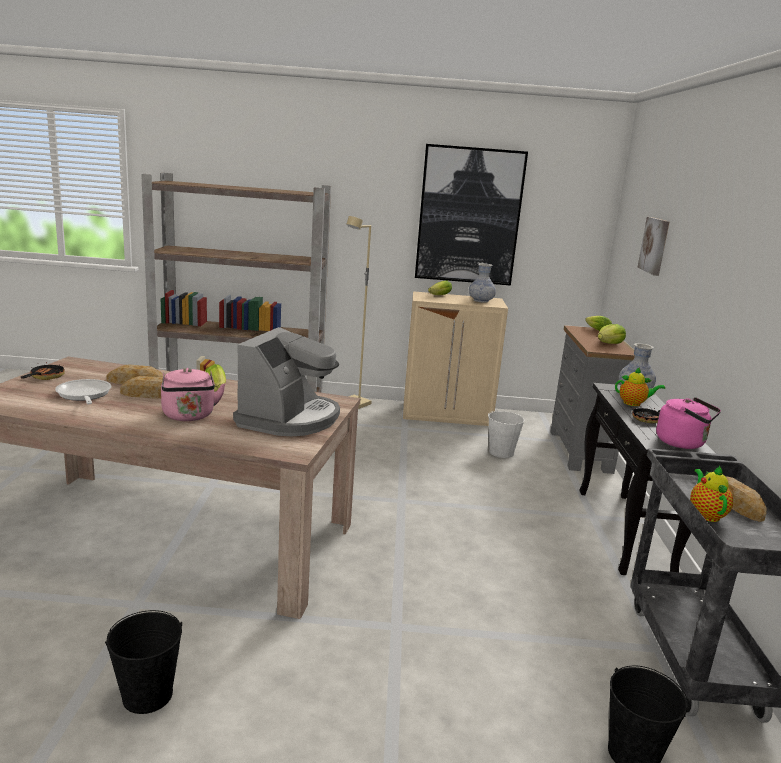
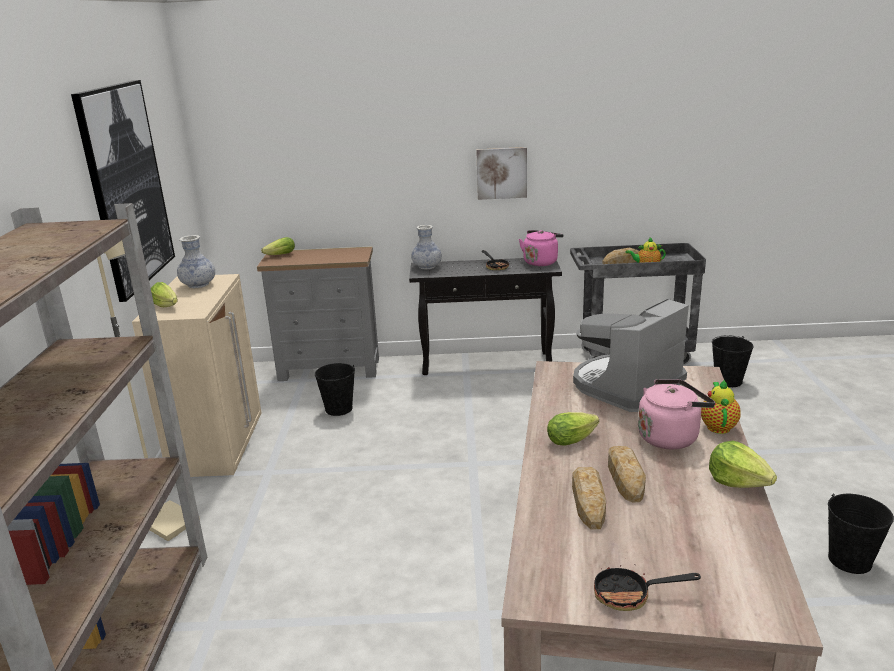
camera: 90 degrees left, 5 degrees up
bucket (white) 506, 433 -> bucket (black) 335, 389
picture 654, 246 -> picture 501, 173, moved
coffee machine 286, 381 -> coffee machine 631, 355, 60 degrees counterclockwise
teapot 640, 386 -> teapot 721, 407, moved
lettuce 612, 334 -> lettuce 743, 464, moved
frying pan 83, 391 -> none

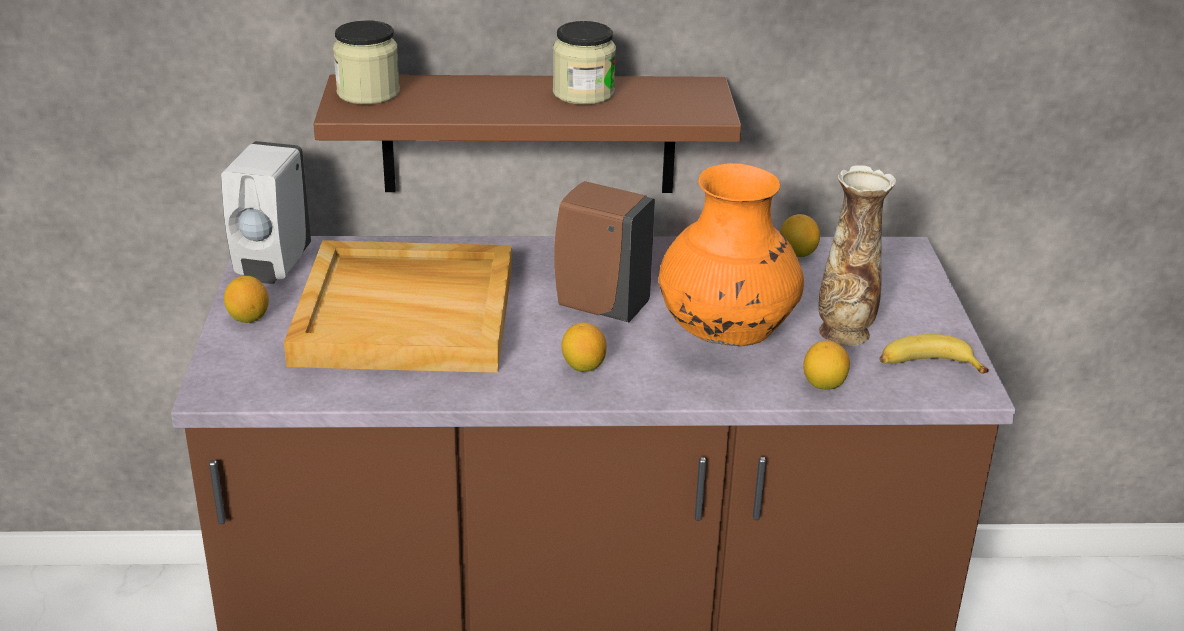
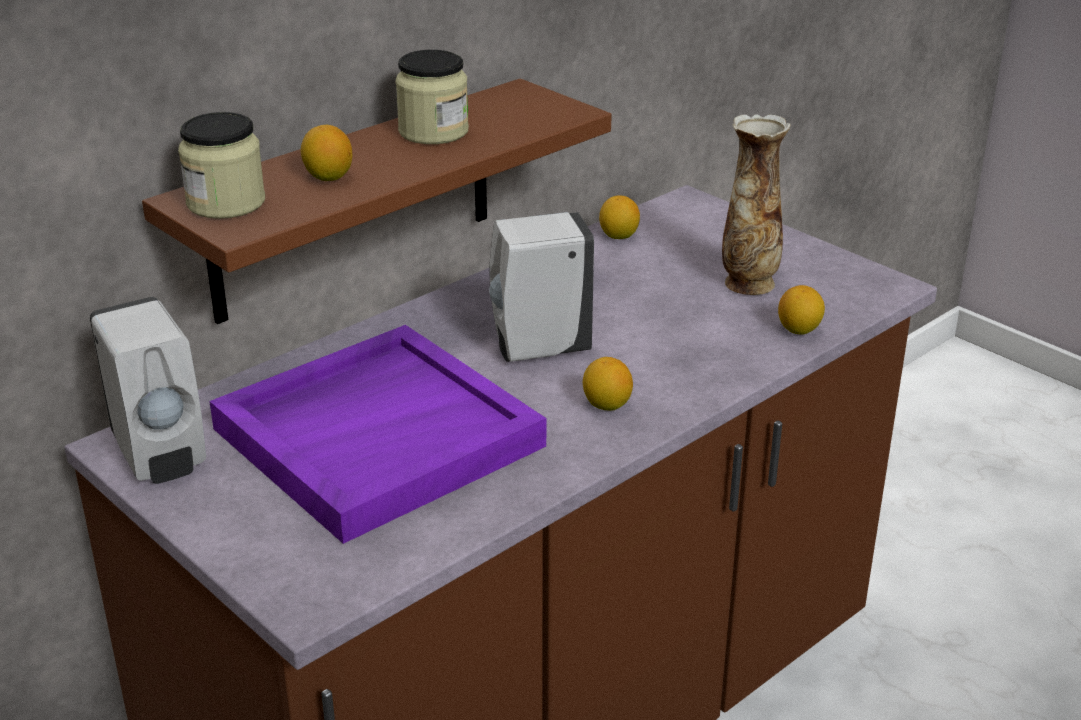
camera: 40 degrees left, 0 degrees up
tray (beige) 398, 306 -> tray (purple) 377, 434
lemon 246, 299 -> lemon 326, 153, moved
soap dispenser (brown) 604, 251 -> soap dispenser (white) 541, 287
vase (orange) 731, 254 -> none
banana 934, 354 -> none

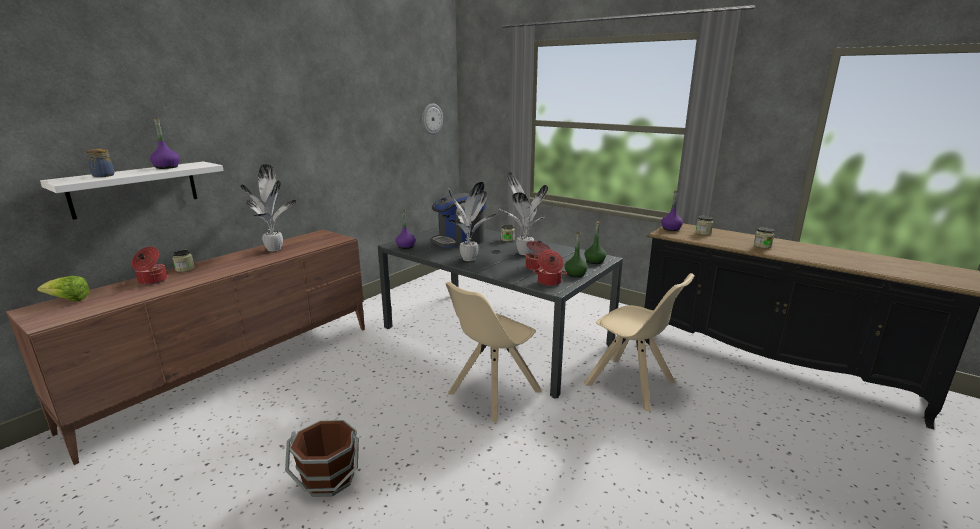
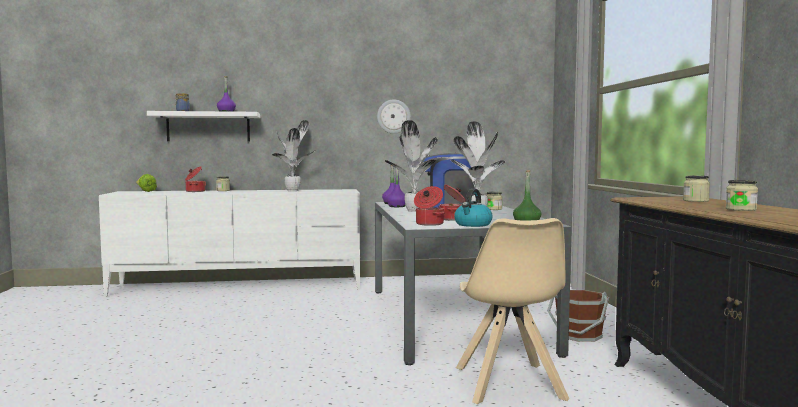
camera: 45 degrees right, 15 degrees down
cabinet (brown) 185, 347 -> cabinet (white) 229, 243
wall clock 432, 119 -> wall clock 394, 116, moved
bottle (purple) 672, 211 -> bottle (purple) 396, 187, moved
bottle (green) 576, 254 -> kettle 473, 208
bucket (brown) 322, 458 -> bucket (brown) 578, 316, moved
chair (beige) 494, 351 -> none

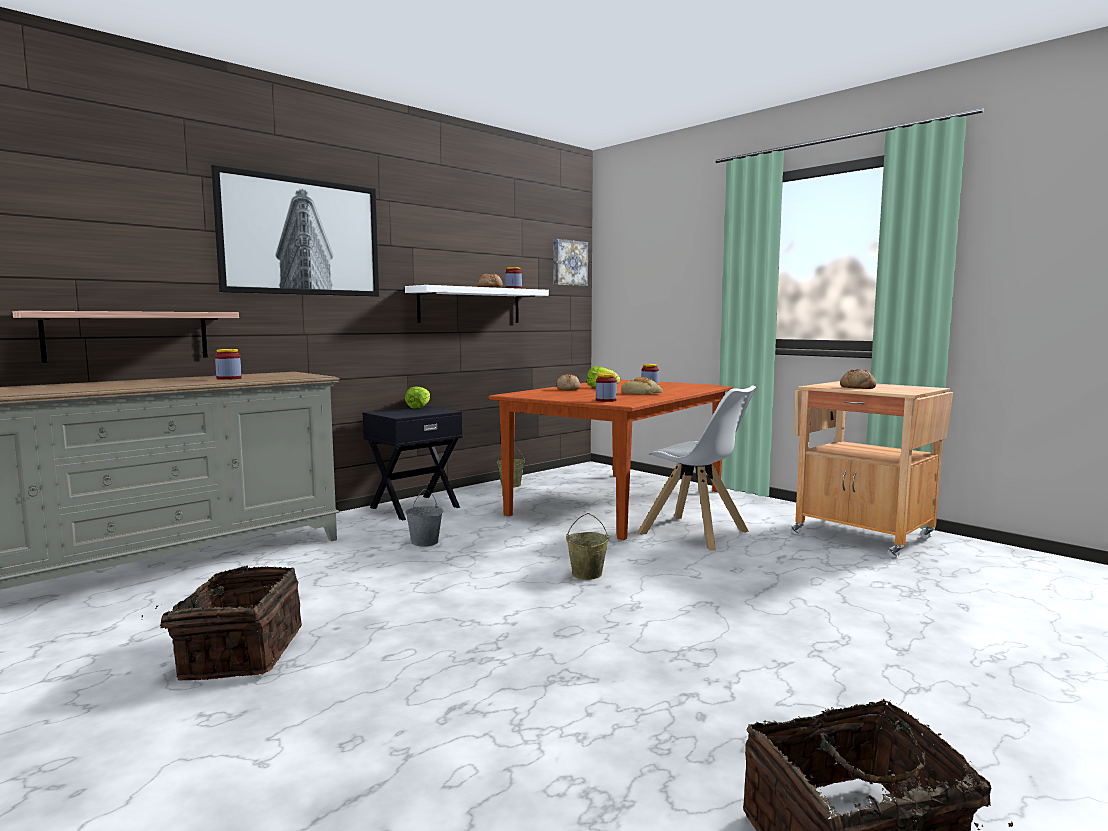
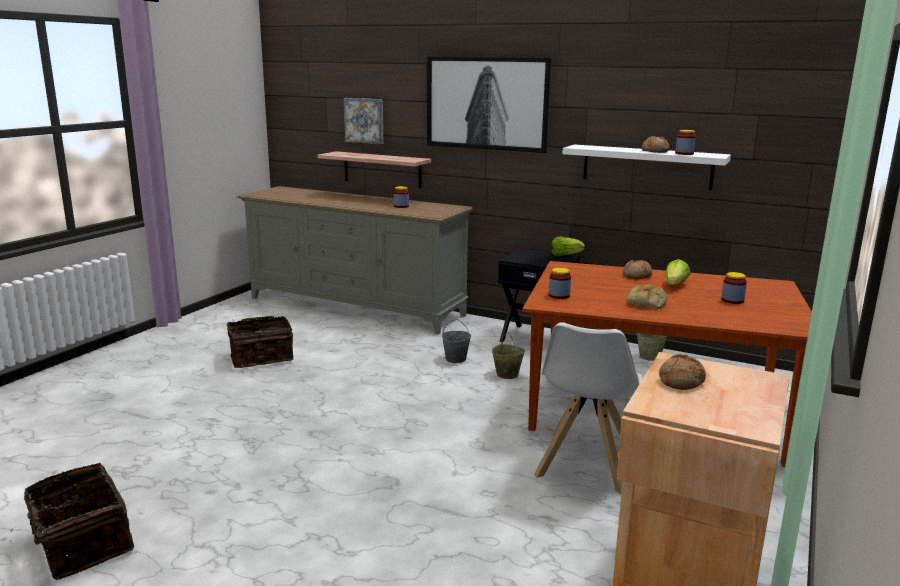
camera: 70 degrees right, 10 degrees up
picture 571, 262 -> picture 363, 121, moved
bucket (beige) 587, 546 -> bucket (beige) 508, 356, moved

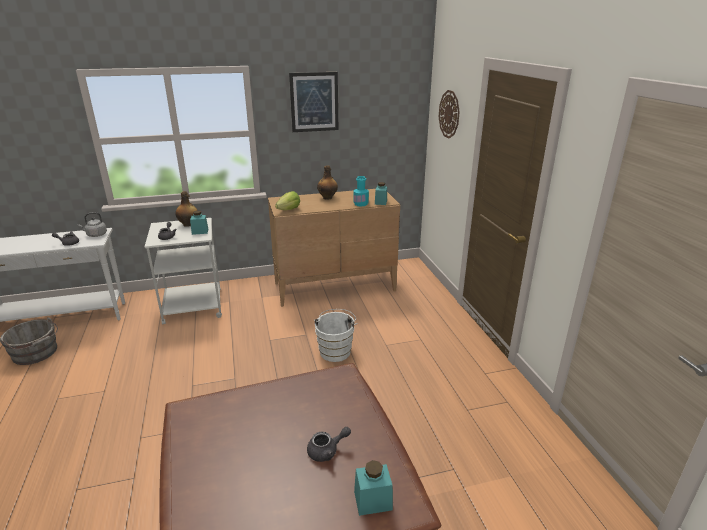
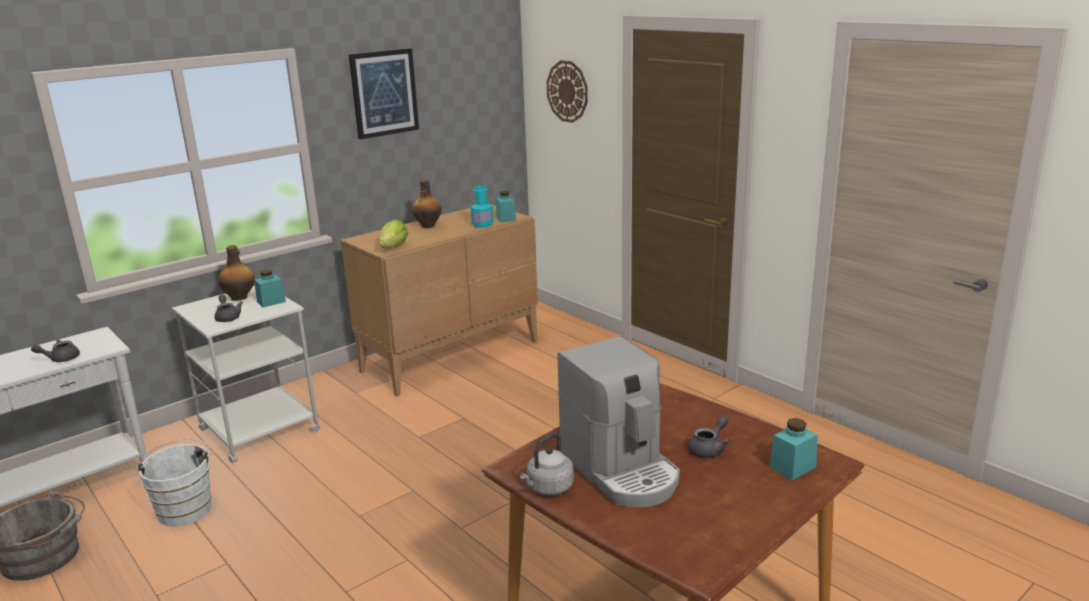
camera: 25 degrees left, 5 degrees down
bucket (white) 335, 335 -> bucket (white) 174, 482, moved
kettle (grey) 92, 224 -> kettle (grey) 547, 464, moved
none -> coffee machine 619, 422

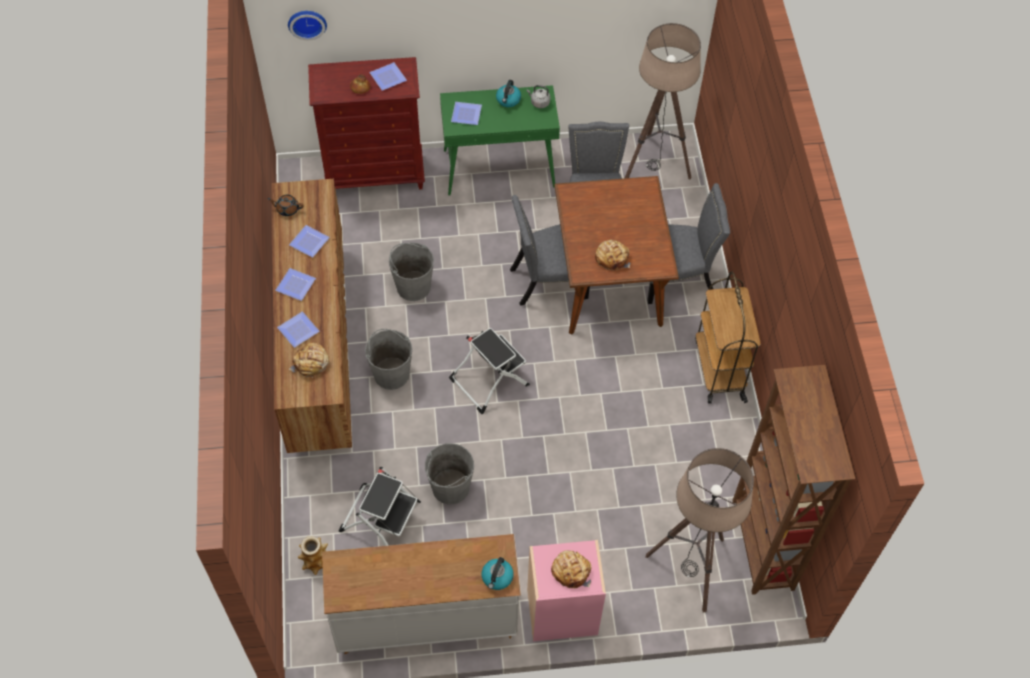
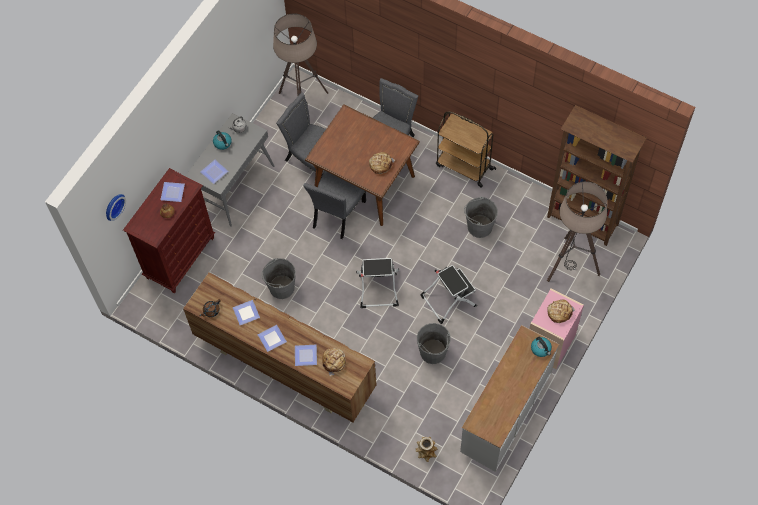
camera: 50 degrees left, 5 degrees up
console table (green) 500, 140 -> console table (grey) 230, 170
step ladder 380, 506 -> step ladder 448, 294, moved
bucket (grey) 388, 359 -> bucket (grey) 481, 217, moved

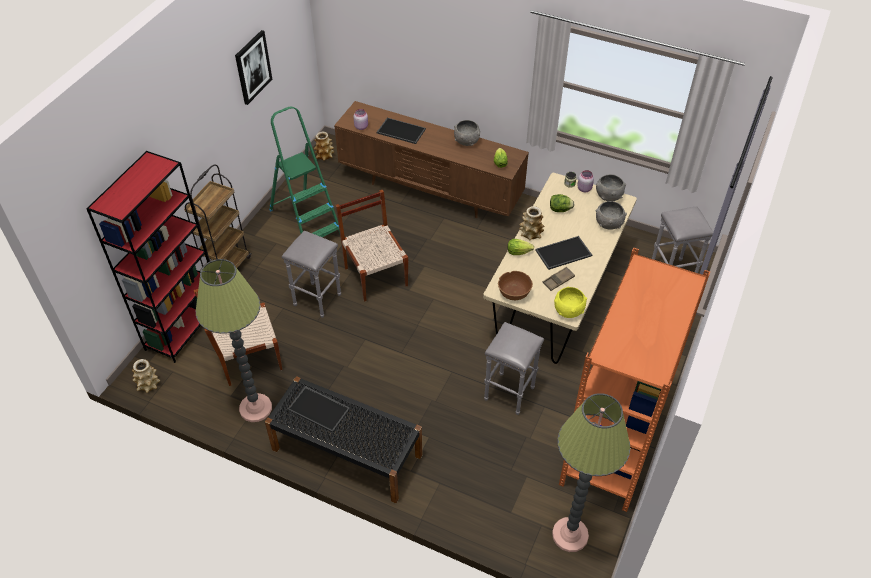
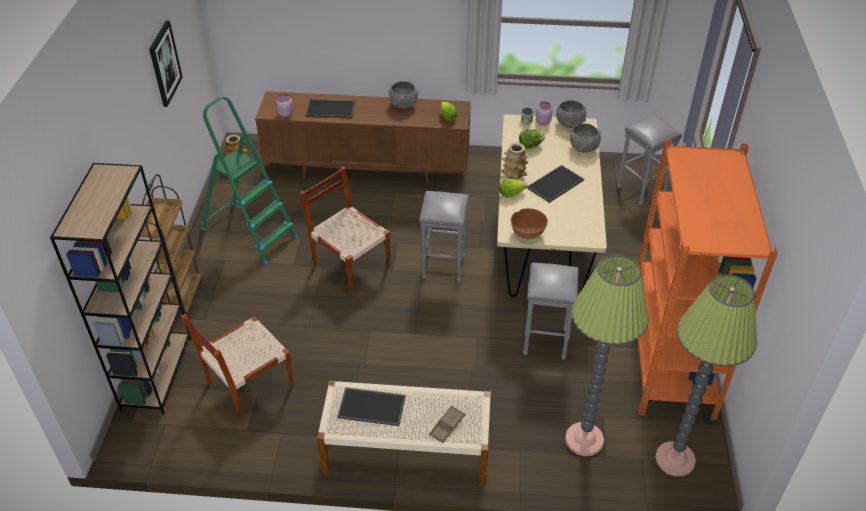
camera: 20 degrees left, 5 degrees down
bookcase (red) 147, 257 -> bookcase (beige) 121, 289
bench (black) 344, 439 -> bench (beige) 404, 433
stool (grey) 311, 274 -> stool (grey) 444, 236, moved
tray (brown) 558, 279 -> tray (brown) 447, 424, moved
floor lamp 234, 340 -> floor lamp 607, 355, moved
vase 146, 376 -> none
bowl (yellow) 570, 302 -> none

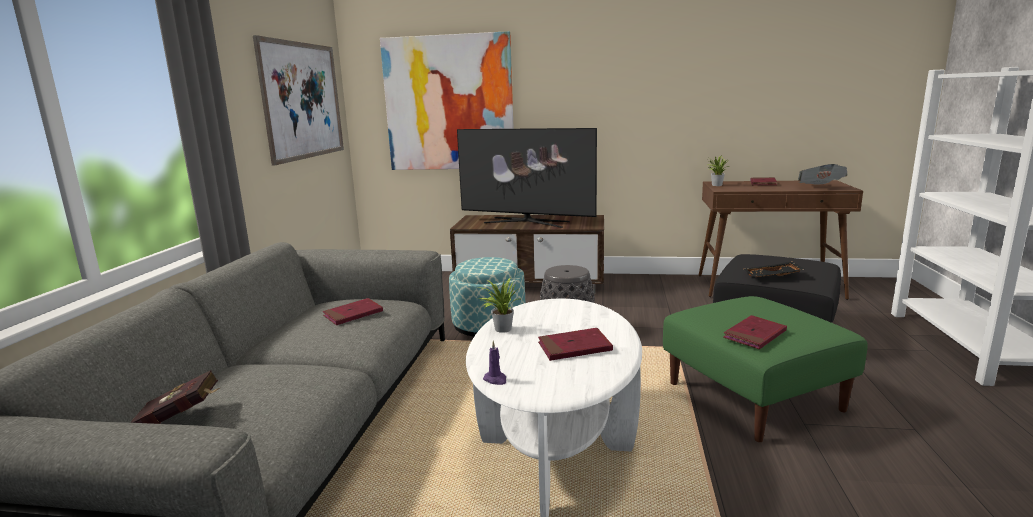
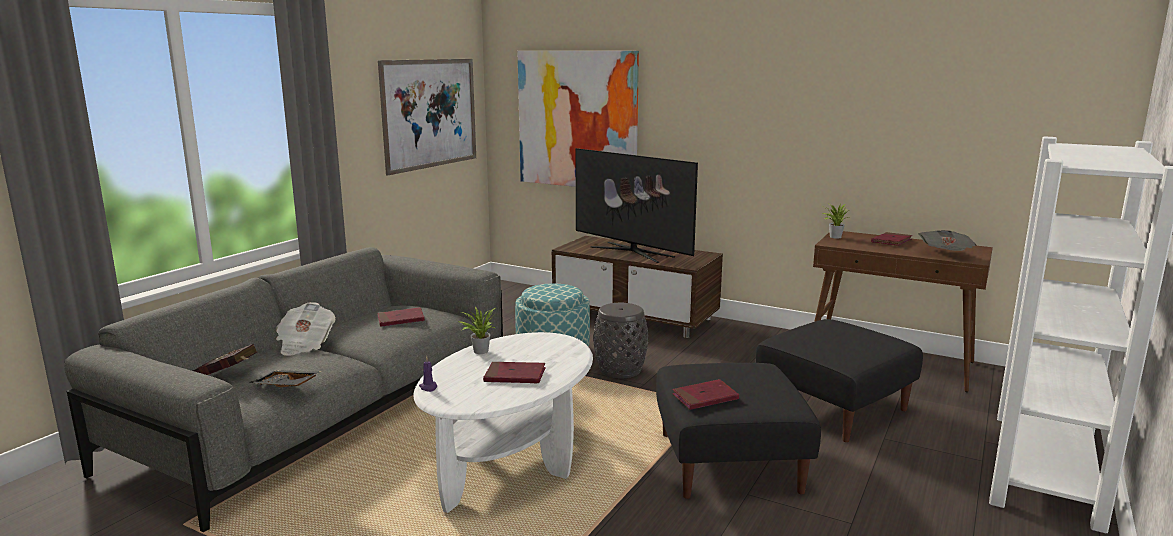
camera: 20 degrees right, 0 degrees up
tray (black) 774, 269 -> tray (black) 285, 378, moved
none -> newspaper 305, 329
ottoman (green) 765, 369 -> ottoman (black) 738, 431

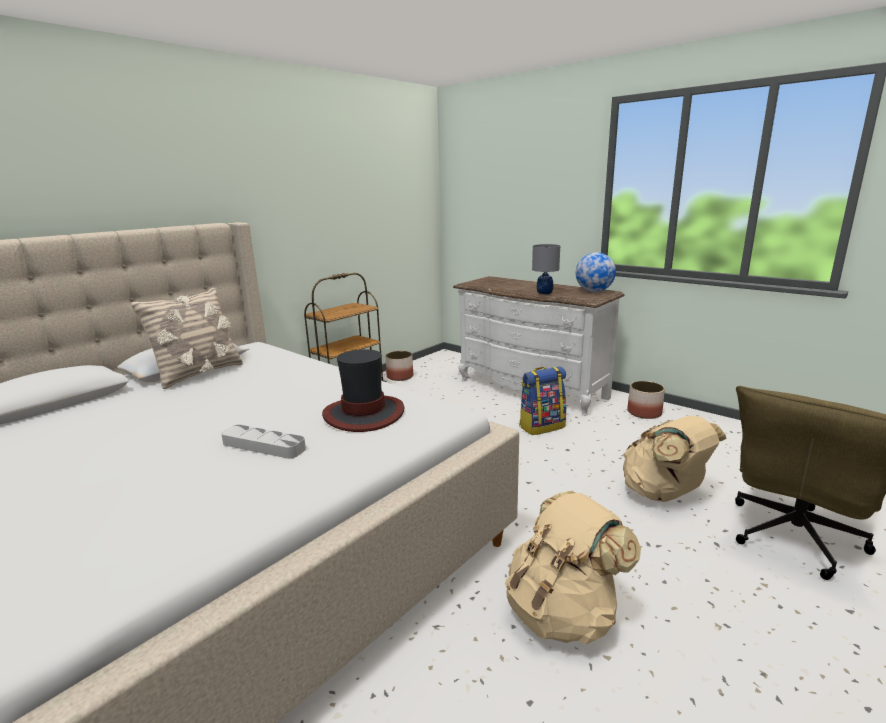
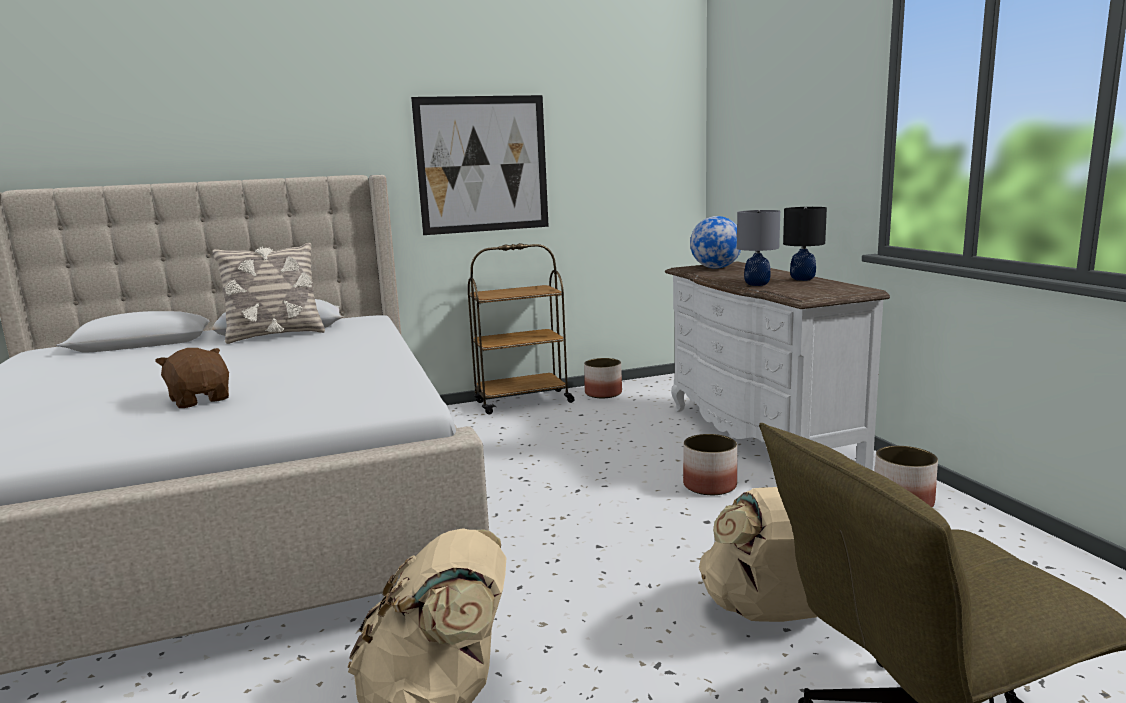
camera: 30 degrees right, 5 degrees down
tray (grey) 263, 442 -> plush toy (brown) 192, 378
none -> picture 480, 165
backpack 542, 401 -> planter 710, 464
globe 596, 272 -> globe 715, 242, moved
none -> table lamp (black) 805, 244
hat 363, 390 -> none

